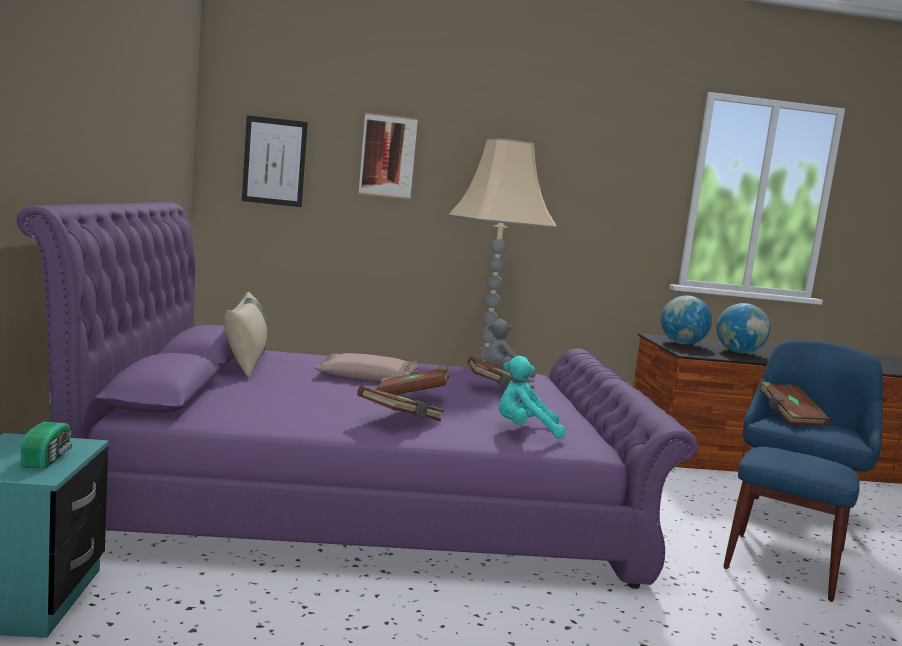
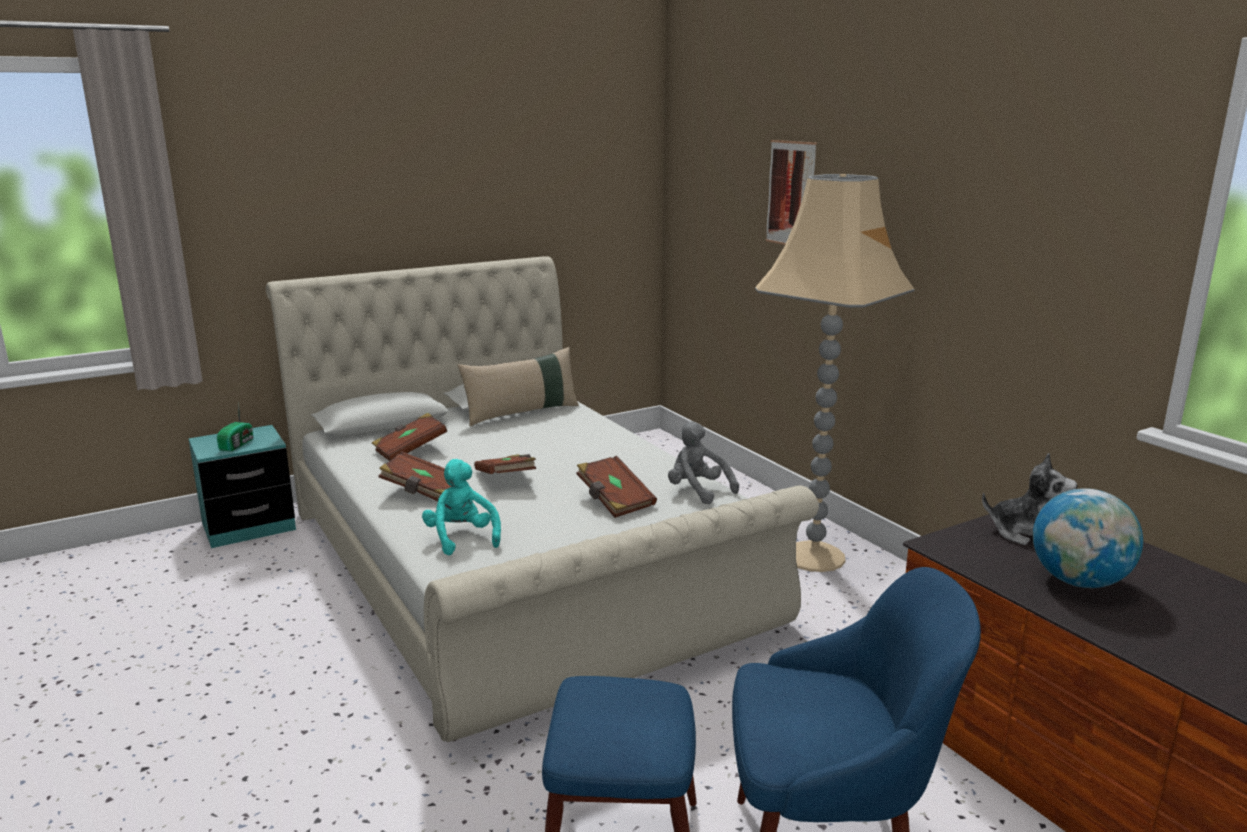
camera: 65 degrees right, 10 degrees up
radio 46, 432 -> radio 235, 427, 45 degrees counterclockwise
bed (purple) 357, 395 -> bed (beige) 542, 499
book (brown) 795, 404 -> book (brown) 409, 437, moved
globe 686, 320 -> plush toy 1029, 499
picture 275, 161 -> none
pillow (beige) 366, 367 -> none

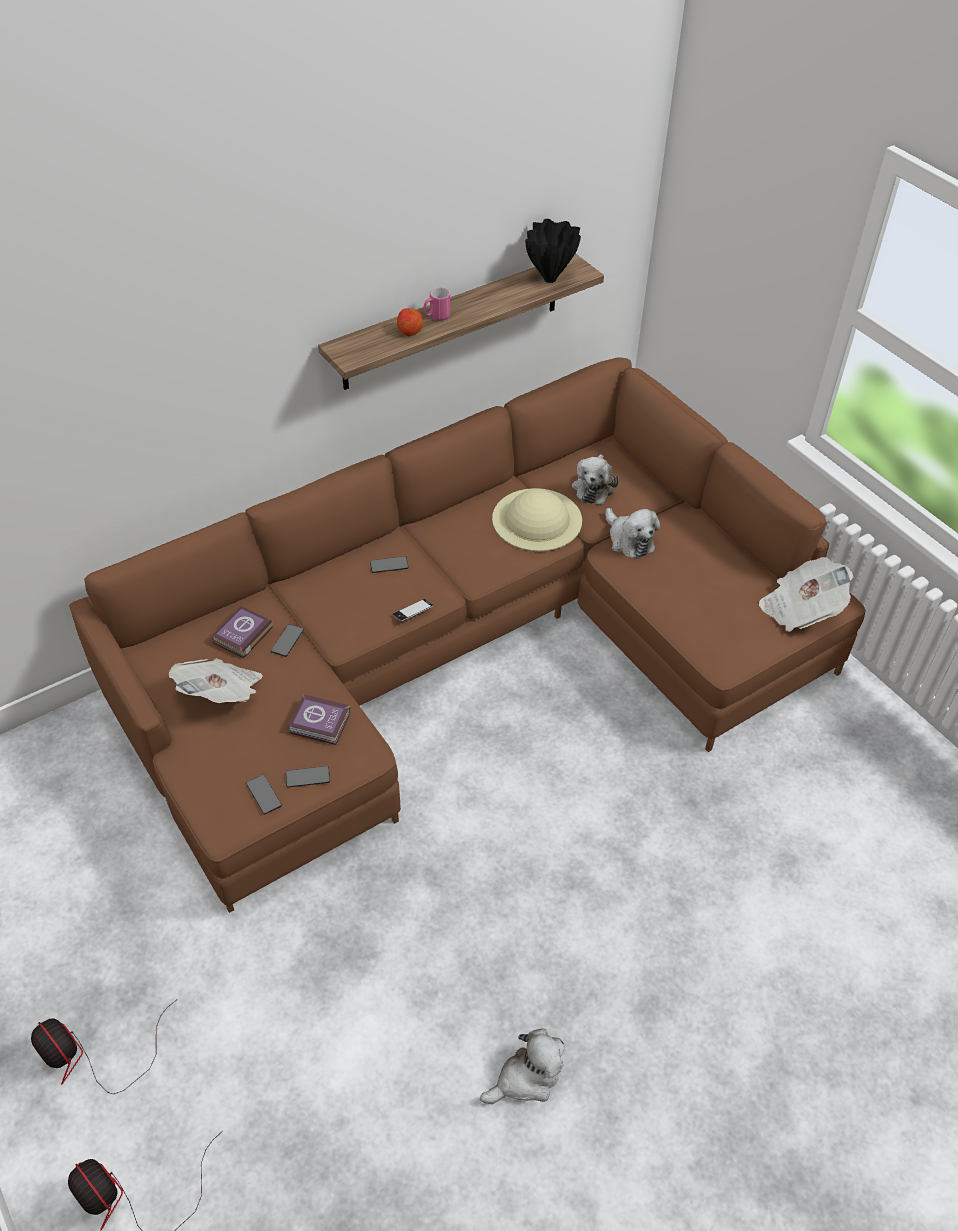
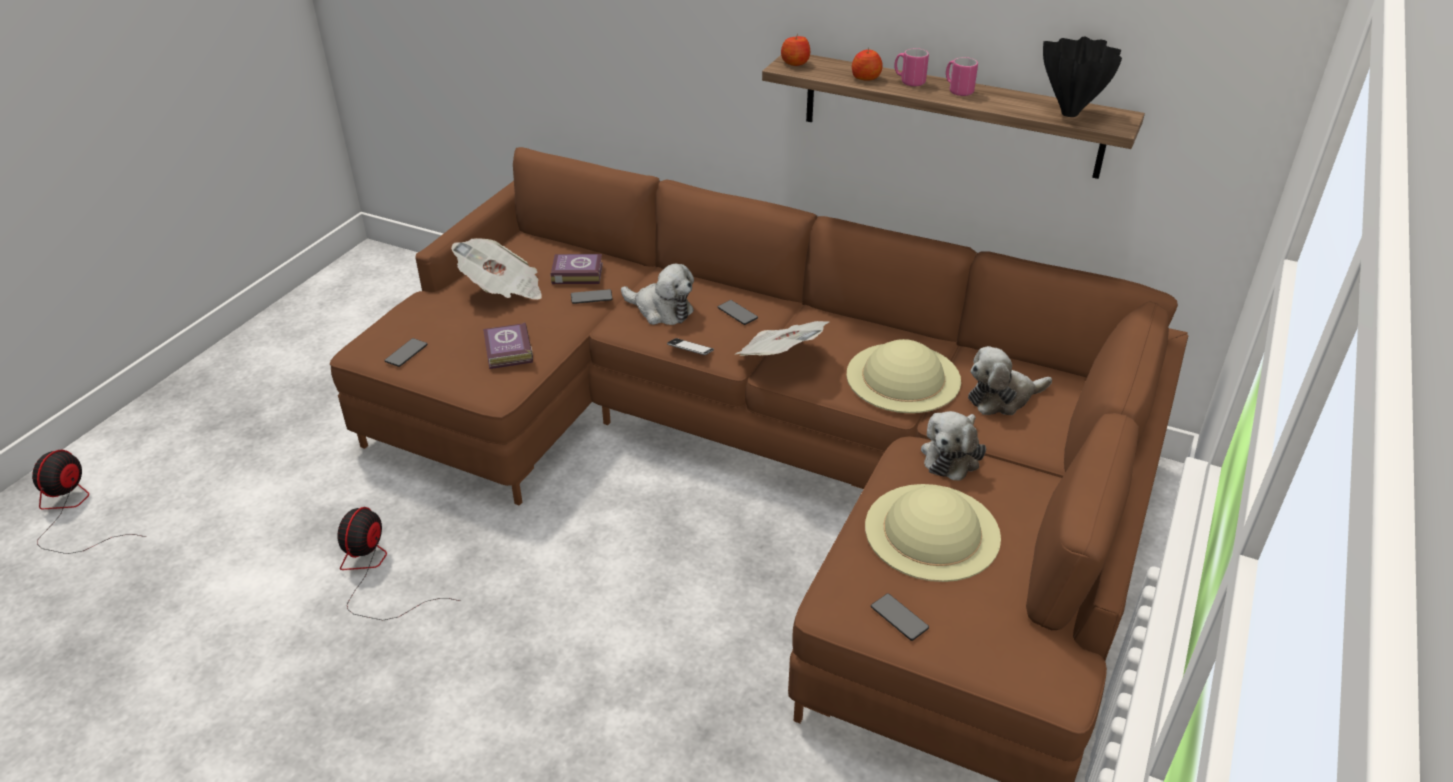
camera: 60 degrees right, 10 degrees down
fan 104, 1046 -> fan 398, 563, moved
plush toy 522, 1066 -> plush toy 657, 294, moved
newspaper 806, 594 -> newspaper 782, 338, moved
none -> apple 795, 50
none -> hat (beige) 933, 533
phone 308, 777 -> phone 900, 617, moved
none -> mug (pink) 962, 76

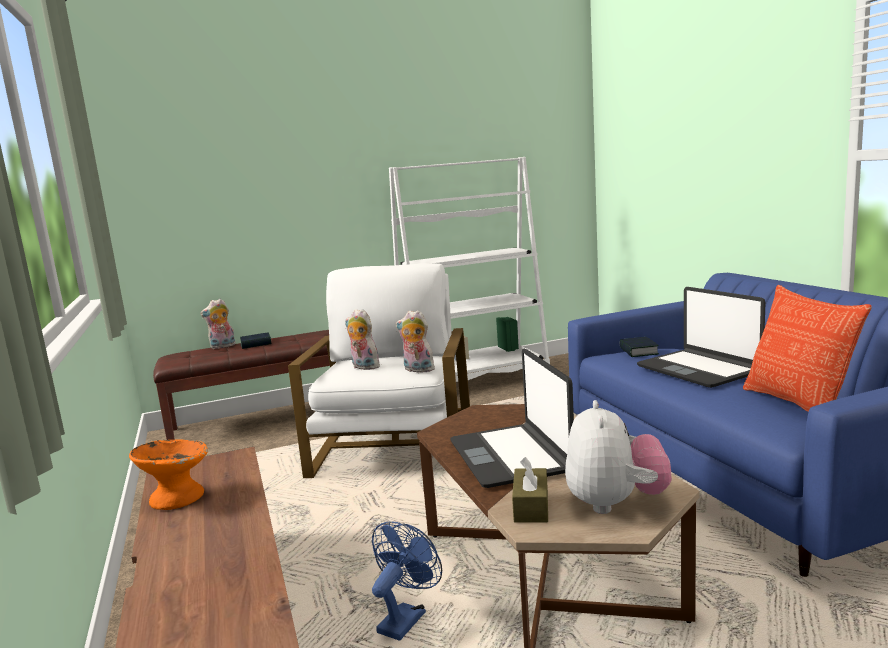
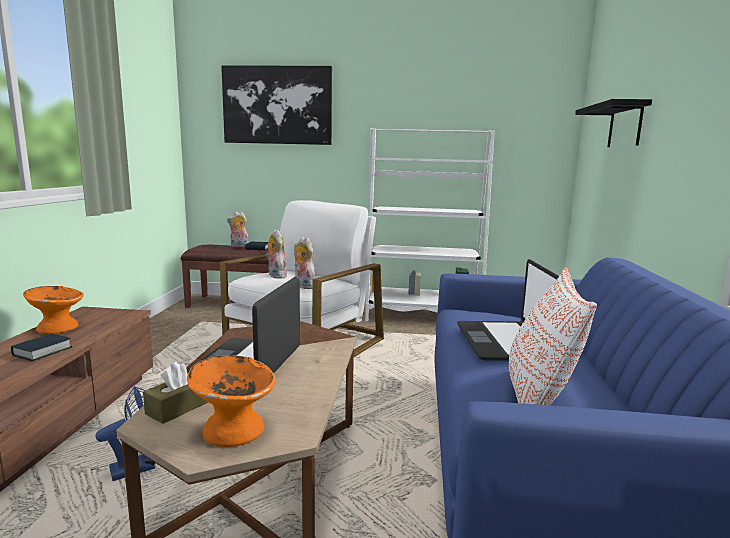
camera: 25 degrees right, 0 degrees up
book 639, 347 -> book 41, 347, moved
plush toy 618, 457 -> bowl (orange) 231, 401
none -> picture 276, 105
pillow (orange) 807, 348 -> pillow (white) 553, 336
none -> shelf (black) 613, 123

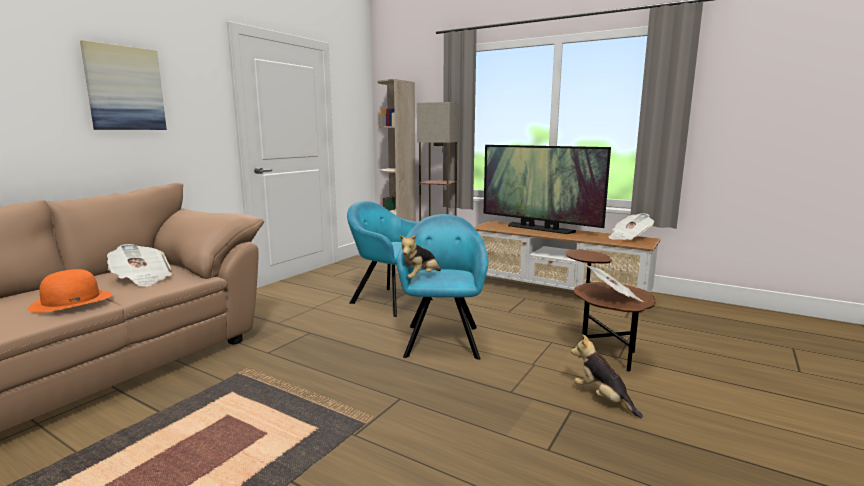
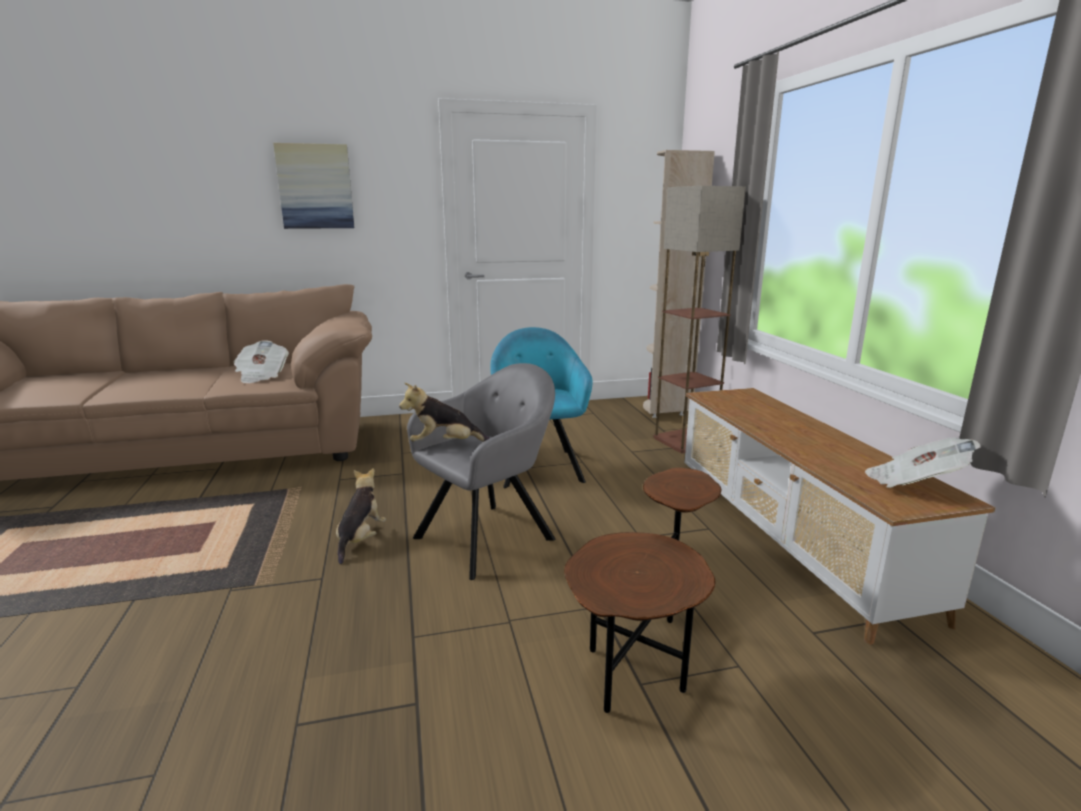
camera: 45 degrees right, 5 degrees up
plush toy 607, 376 -> plush toy 361, 516, moved
armchair (turquoise) 443, 287 -> armchair (grey) 481, 471
hat (orange) 70, 291 -> none
television 547, 189 -> none
newspaper 615, 283 -> none

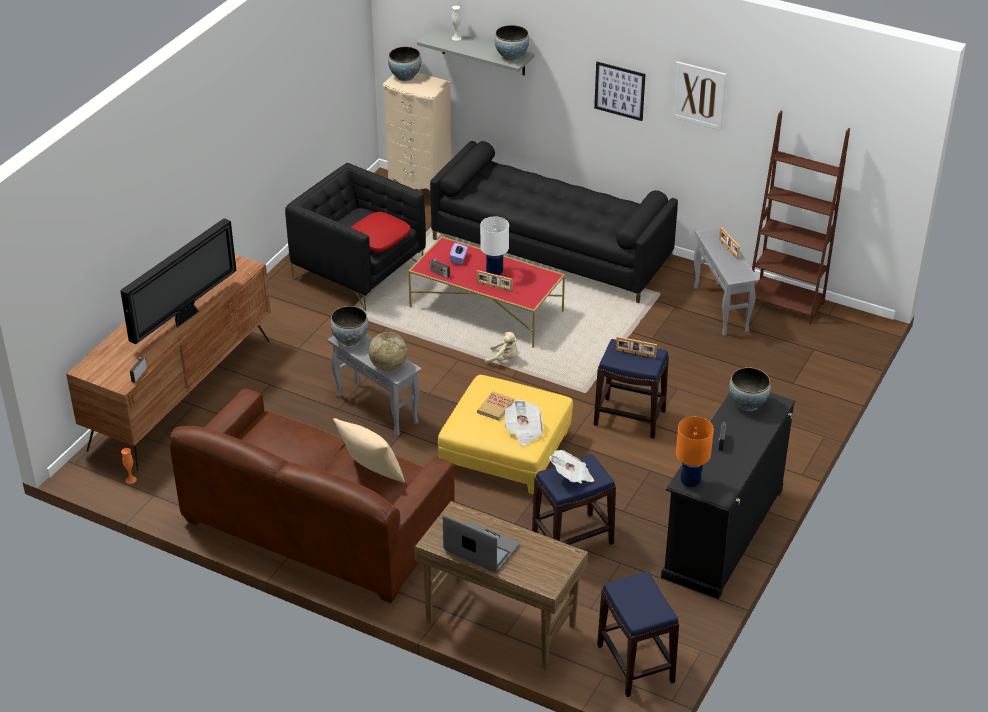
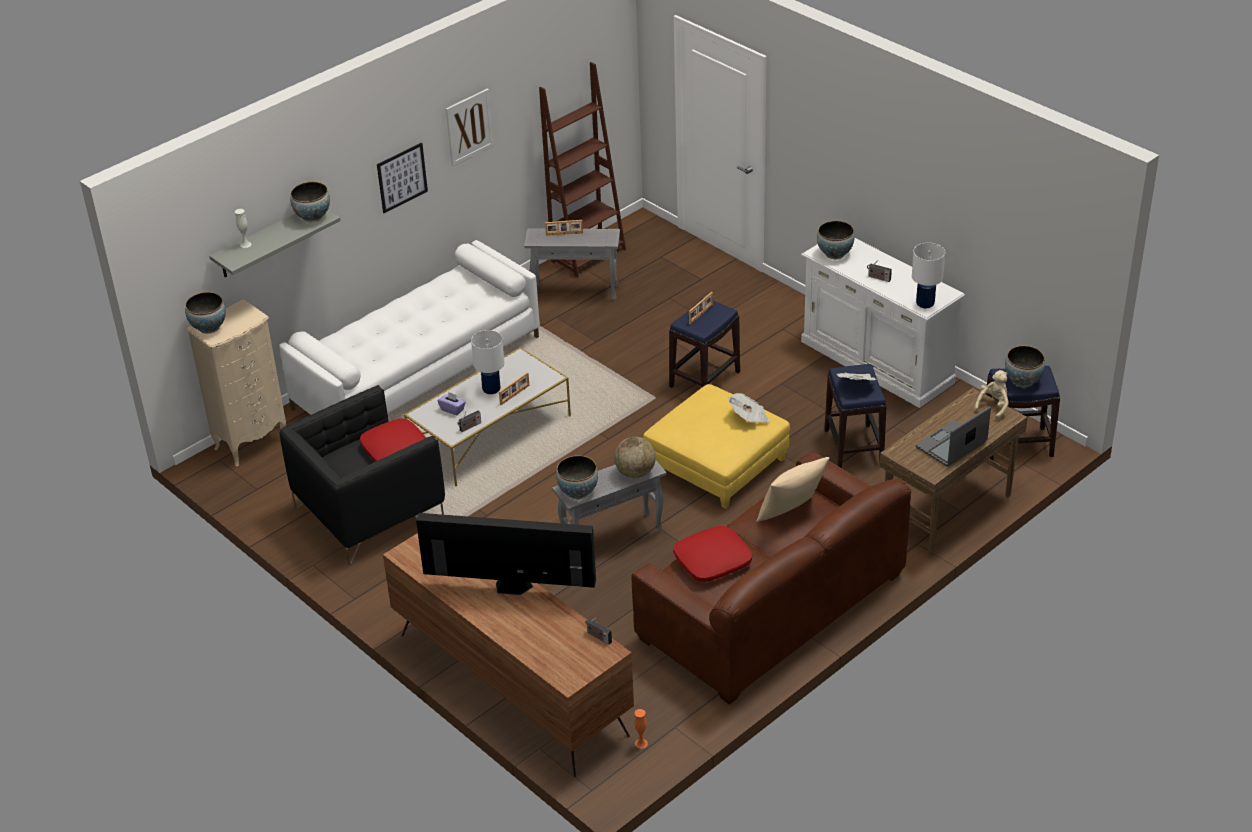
camera: 70 degrees left, 0 degrees up
sofa (black) 554, 222 -> sofa (white) 409, 327
coffee table (red) 486, 292 -> coffee table (white) 487, 416
television 178, 281 -> television 506, 554, 45 degrees counterclockwise
none -> pillow (red) 712, 554
cabinet (black) 728, 496 -> cabinet (white) 883, 323
table lamp (orange) 695, 452 -> table lamp (white) 928, 275
plush toy (beige) 501, 348 -> plush toy (beige) 991, 395, moved
none -> bowl 1025, 366
book 495, 406 -> none

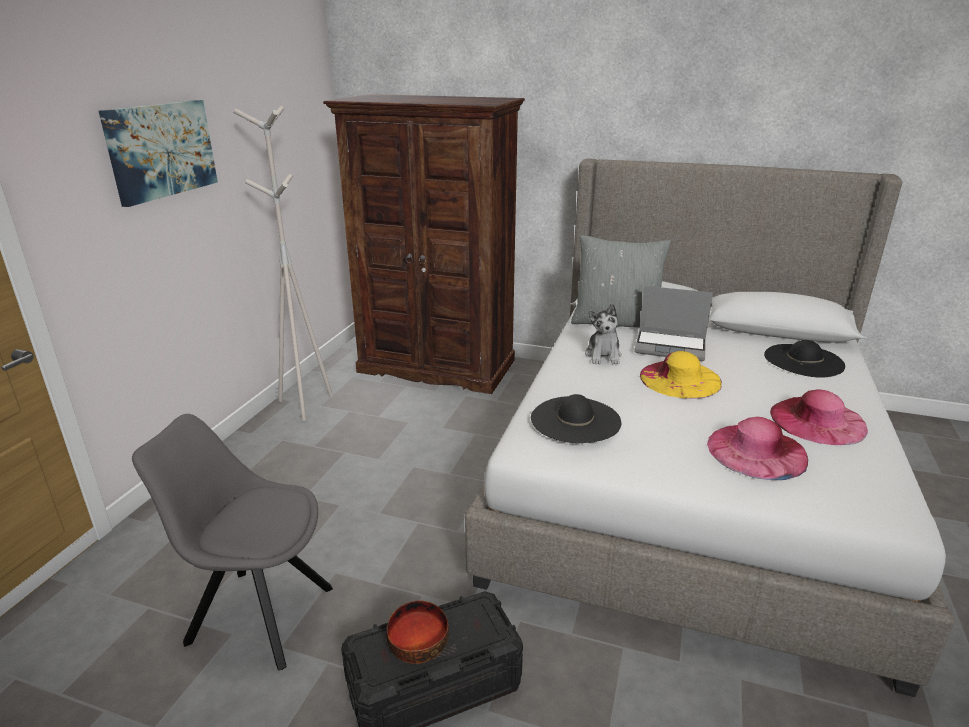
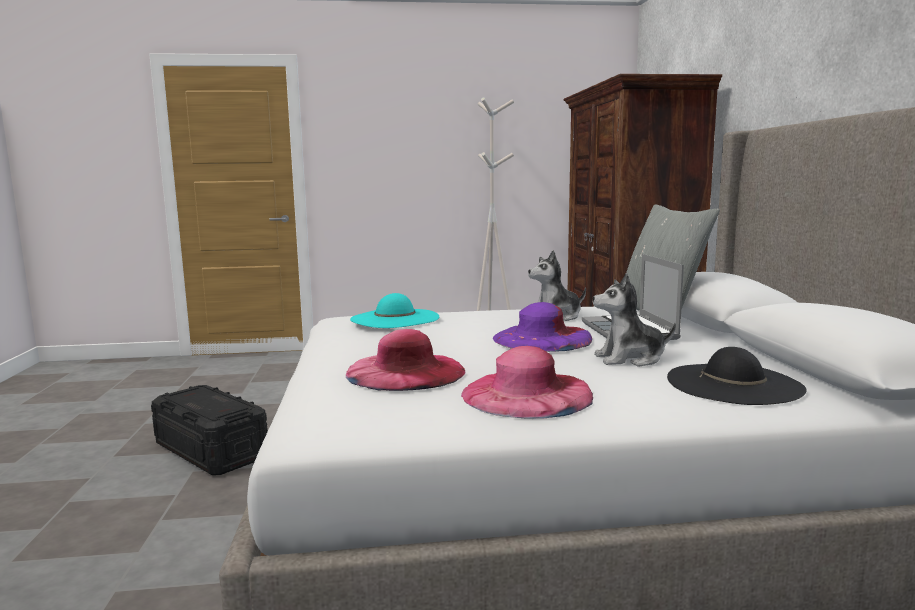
camera: 65 degrees right, 15 degrees down
hat (black) 576, 418 -> hat (turquoise) 394, 310
hat (yellow) 681, 374 -> hat (purple) 542, 327
none -> plush toy 634, 319
picture 158, 153 -> none
chair (grey) 232, 542 -> none
bowl 417, 632 -> none

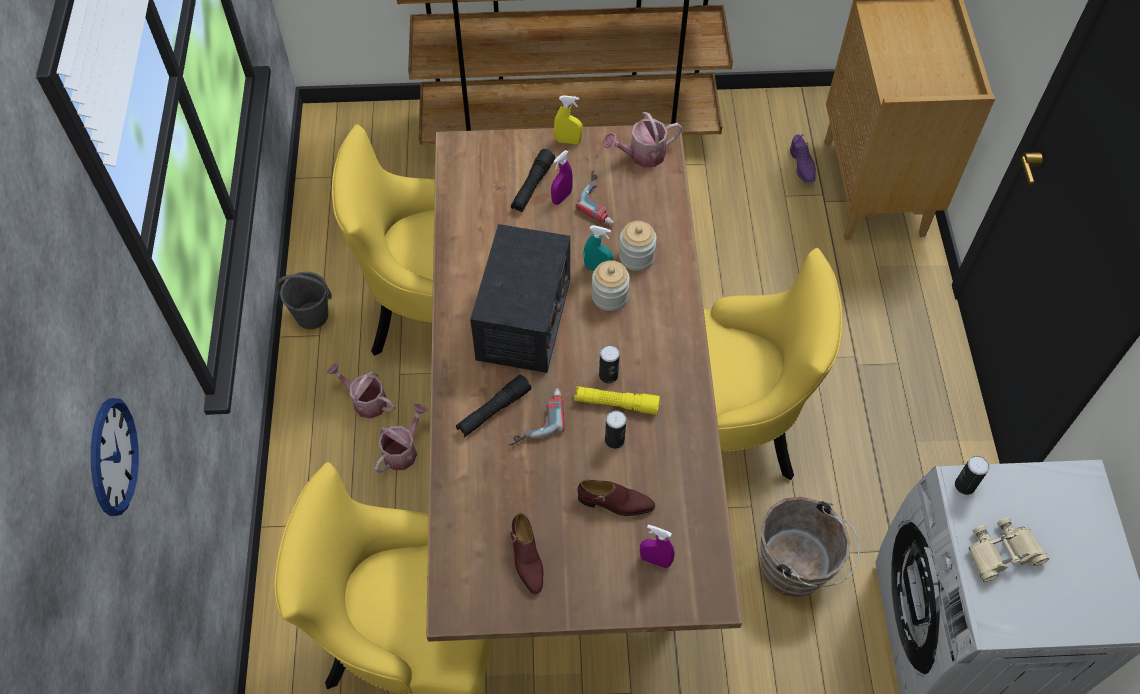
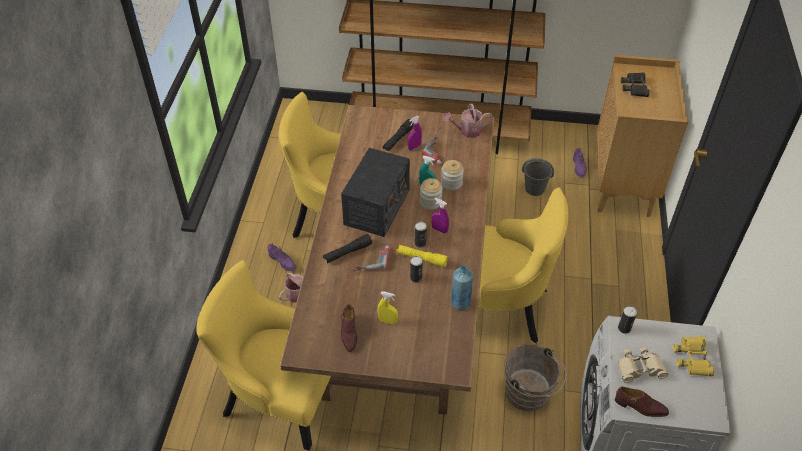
camera: 10 degrees right, 10 degrees down
watering can 360, 391 -> shoe (purple) 282, 257
spray bottle (yellow) 568, 119 -> spray bottle (yellow) 387, 308, moved
spray bottle (purple) 657, 546 -> spray bottle (purple) 440, 216, moved
none -> bottle (blue) 462, 287
bucket (grey) 304, 300 -> bucket (grey) 538, 177, moved
shoe (brown) 616, 498 -> shoe (brown) 642, 402, moved
none -> binoculars (black) 635, 84
none -> binoculars (yellow) 693, 356
wall clock 115, 457 -> none

